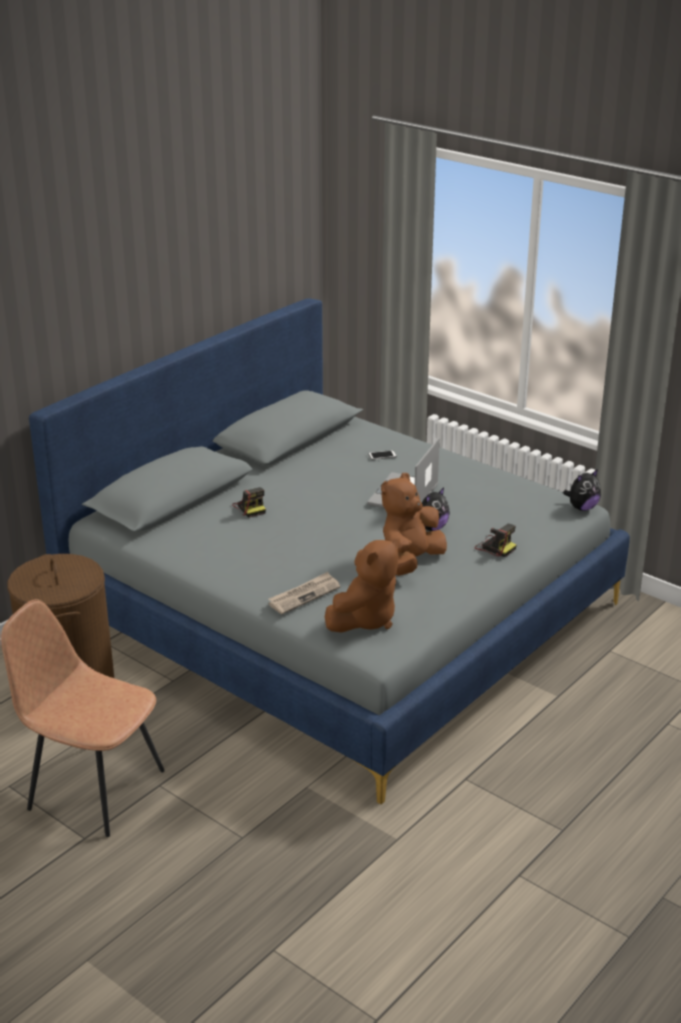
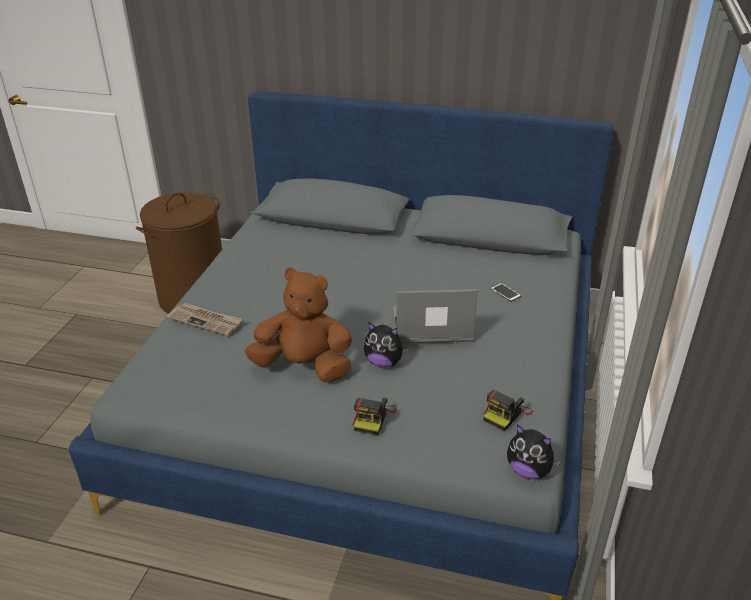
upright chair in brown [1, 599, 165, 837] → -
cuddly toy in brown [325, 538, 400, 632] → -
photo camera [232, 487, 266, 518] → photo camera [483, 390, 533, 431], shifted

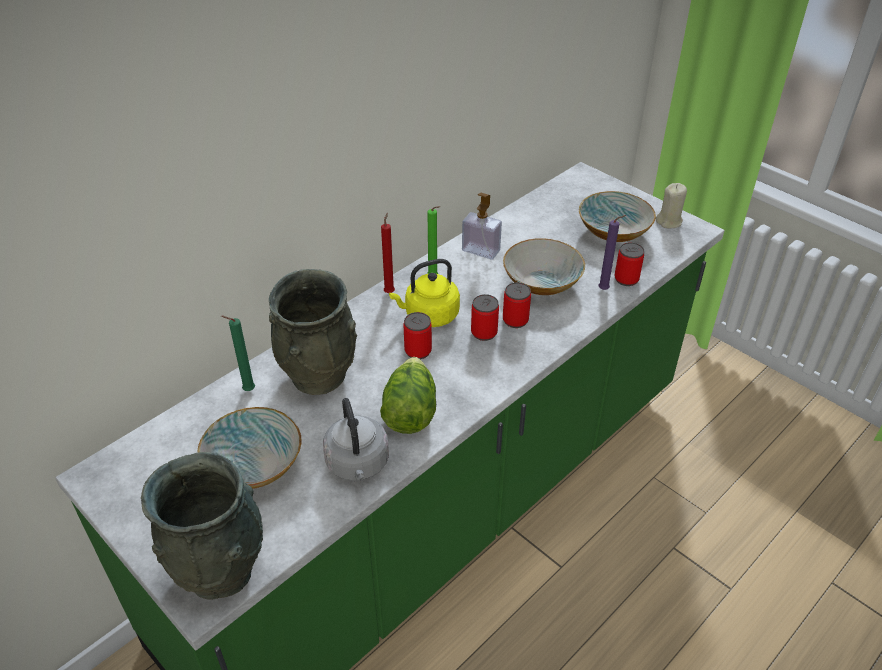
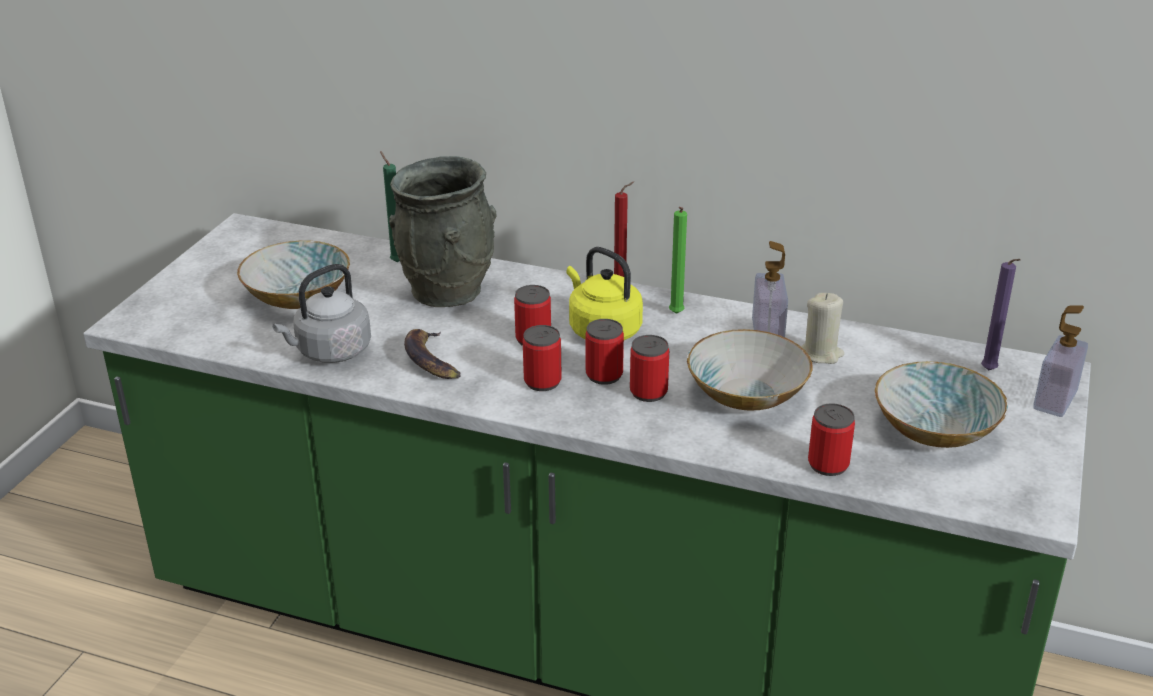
flower vase in grey [141, 452, 263, 600] → -
- → can [523, 325, 562, 391]
- → soap dispenser [1033, 305, 1088, 417]
wax candle in purple-coloured [598, 215, 626, 290] → wax candle in purple-coloured [981, 259, 1021, 370], shifted
wax candle in beige-coloured [656, 183, 687, 228] → wax candle in beige-coloured [801, 293, 844, 364], shifted
head of lettuce [380, 357, 436, 434] → banana [404, 329, 461, 379]

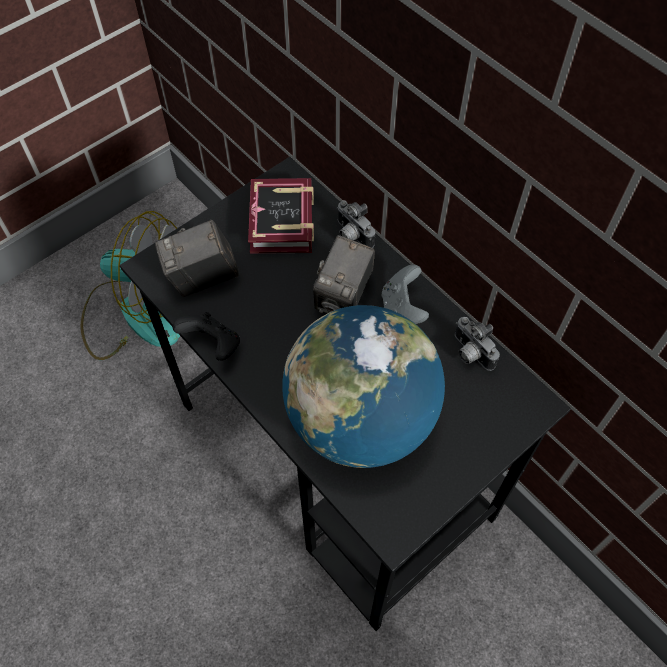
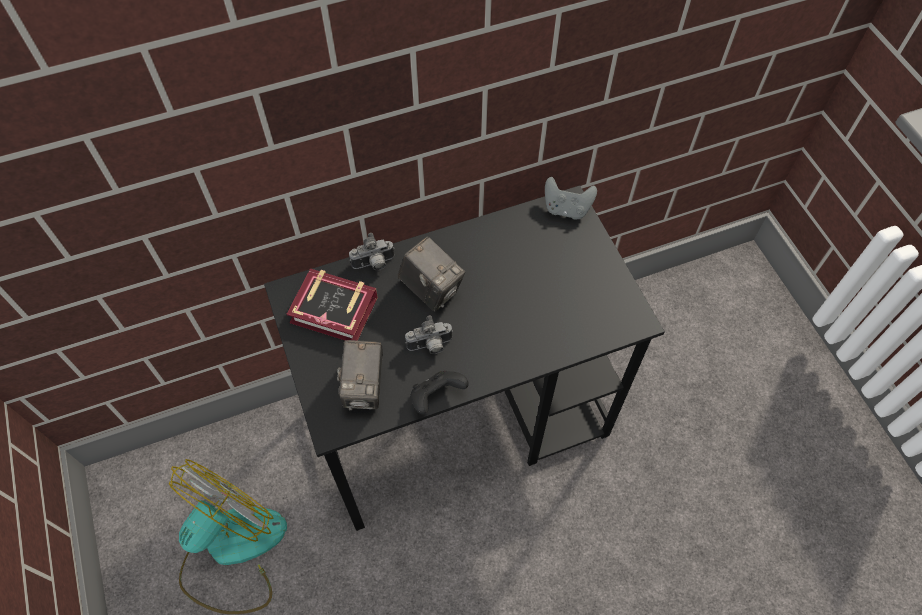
globe [282, 305, 445, 468] → -
joypad in grey [382, 265, 429, 324] → joypad in grey [545, 177, 597, 219], shifted
photo camera [455, 317, 500, 371] → photo camera [405, 315, 453, 354], shifted

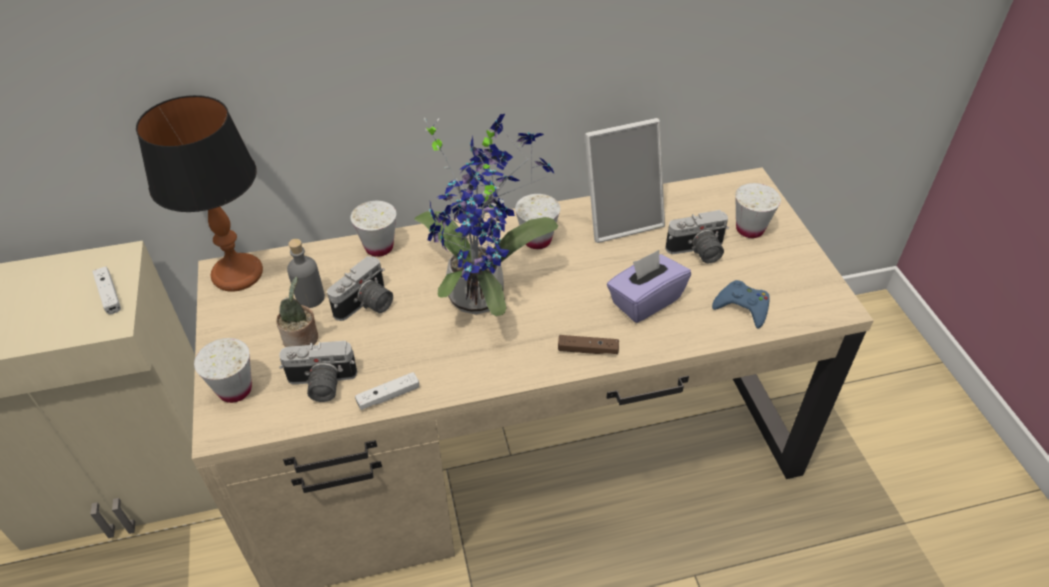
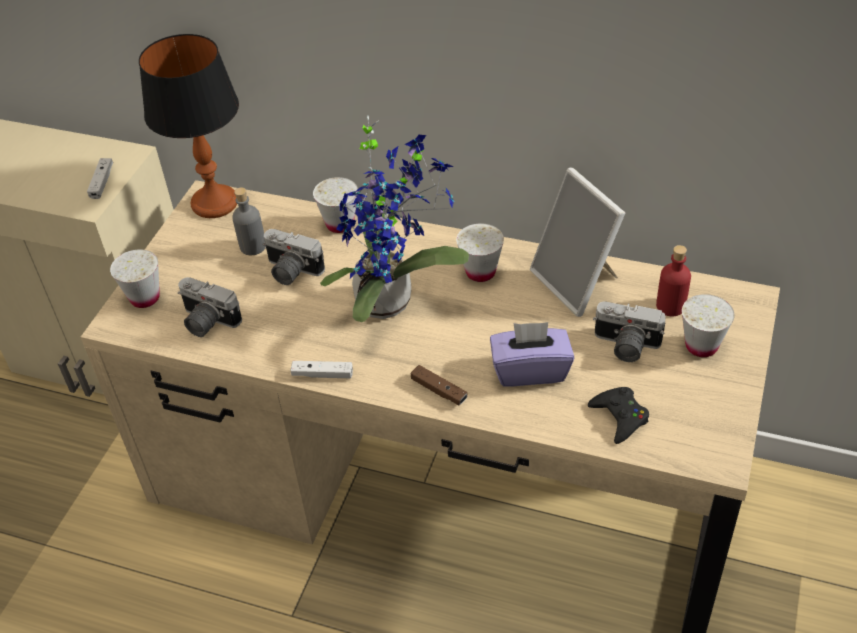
plant in a pot [276, 277, 318, 347] → -
- → bottle in reddish [656, 245, 691, 316]
joypad in white [355, 372, 419, 410] → joypad in white [290, 361, 353, 378], shifted
joypad in blue-coloured [712, 280, 770, 329] → joypad in black [588, 387, 649, 444]
photo camera [327, 256, 393, 321] → photo camera [262, 229, 325, 285], 45 degrees clockwise
standing frame [585, 118, 665, 243] → standing frame [530, 168, 625, 317], 45 degrees clockwise

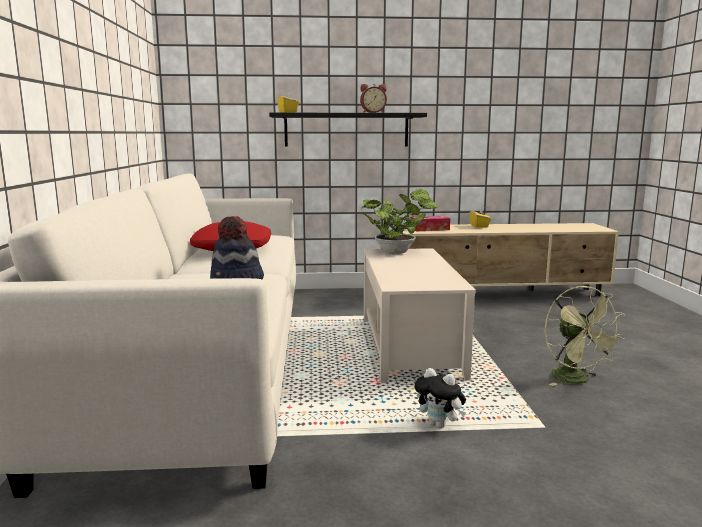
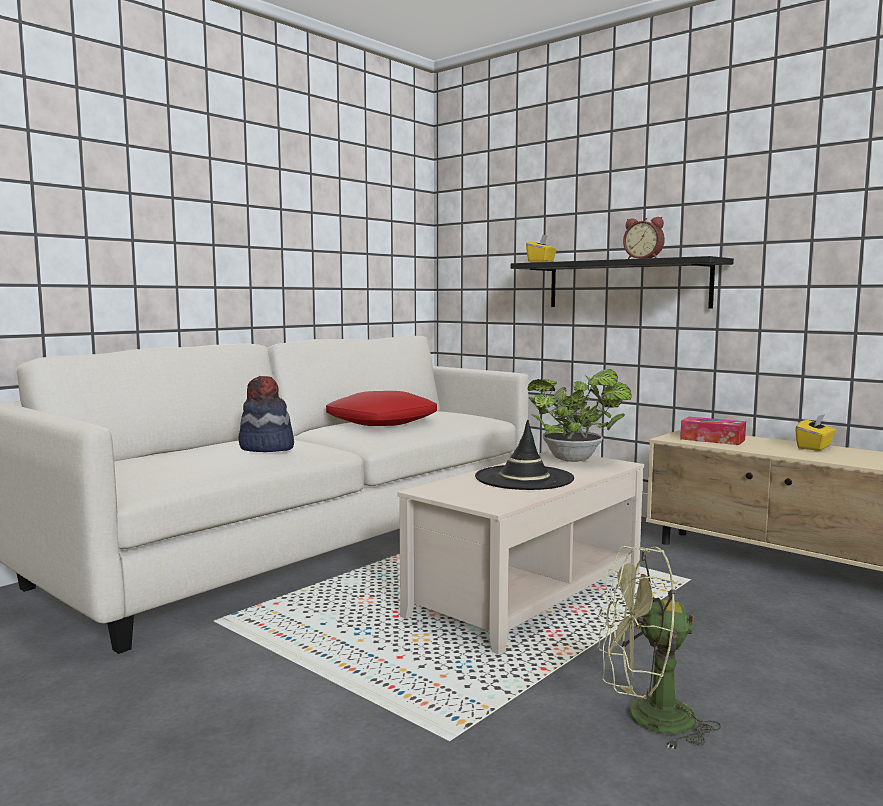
cuddly toy [414, 368, 466, 428] → -
- → clothing hat in black [475, 420, 574, 490]
cooling fan in greenish [545, 286, 626, 386] → cooling fan in greenish [597, 546, 721, 750], 60 degrees clockwise

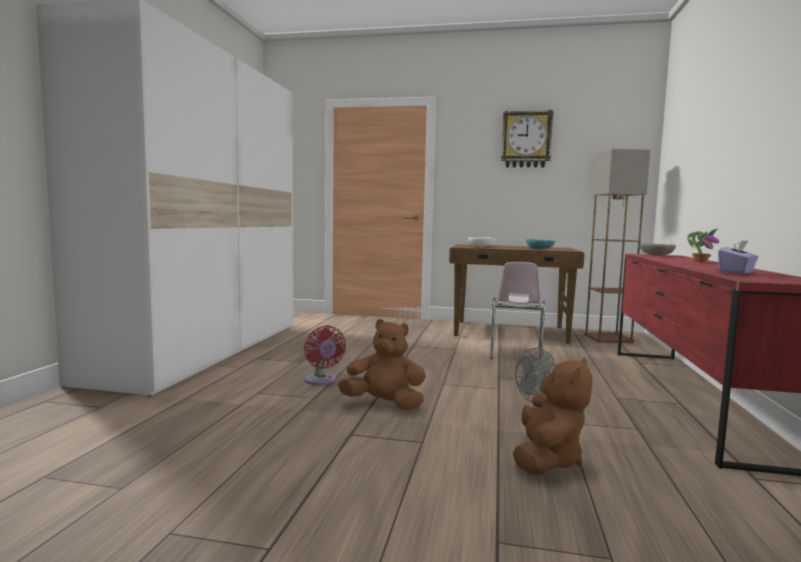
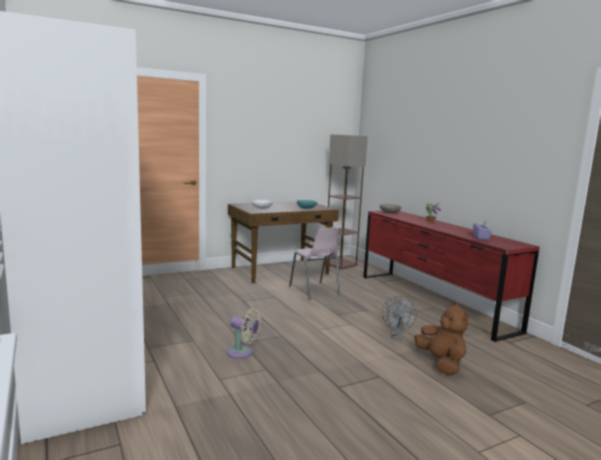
cuddly toy in brown [338, 319, 426, 411] → -
wall clock [501, 110, 554, 168] → -
cooling fan in reddish [304, 326, 346, 385] → cooling fan in beige-coloured [227, 308, 262, 359]

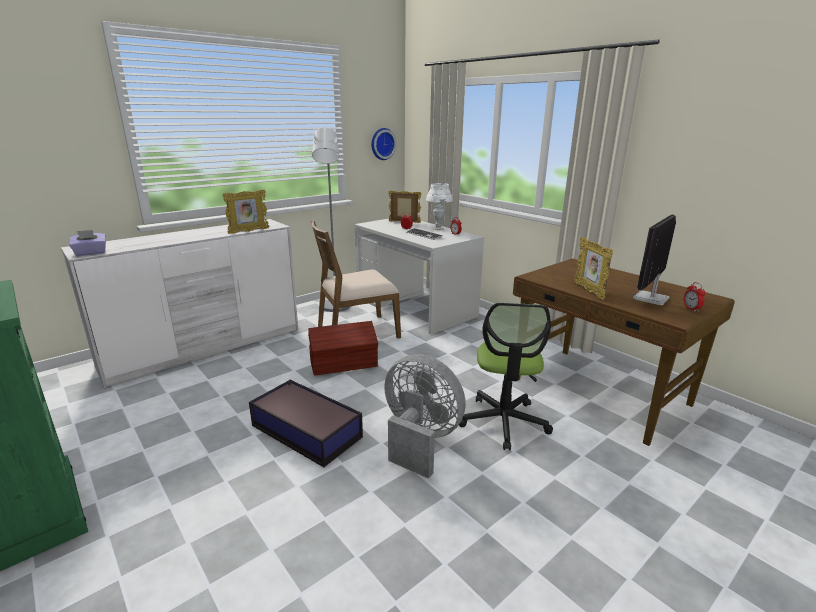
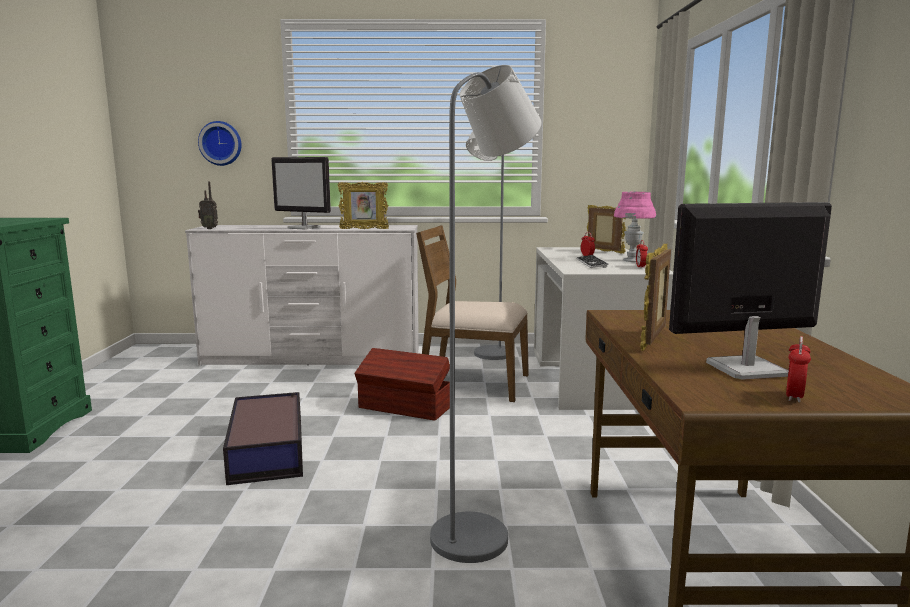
cooling fan in grey [384, 354, 466, 479] → -
- → monitor [271, 157, 331, 230]
wall clock [371, 128, 397, 160] → wall clock [198, 121, 242, 166], shifted
tissue holder in purple-coloured [69, 230, 106, 256] → radio receiver [198, 181, 218, 229]
computer chair [459, 303, 553, 450] → standard lamp in grey [430, 65, 542, 563]
lamp for a table in white [426, 183, 453, 230] → lamp for a table in pinkish [614, 192, 656, 262]

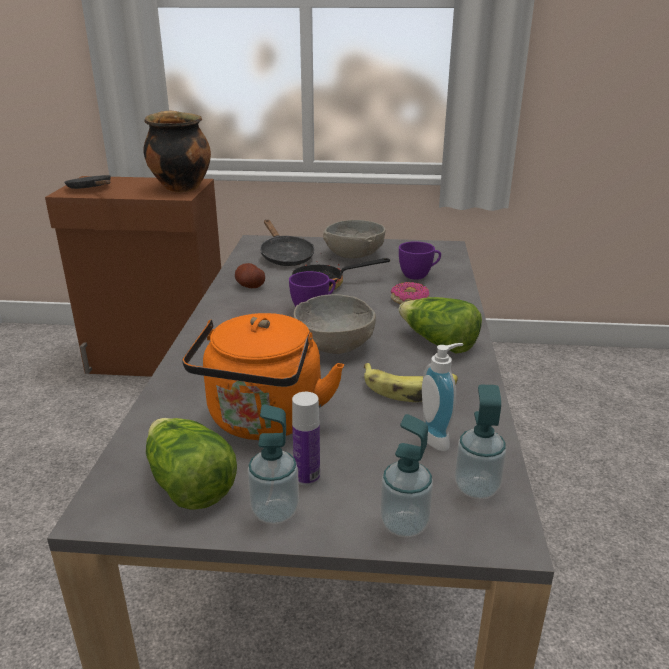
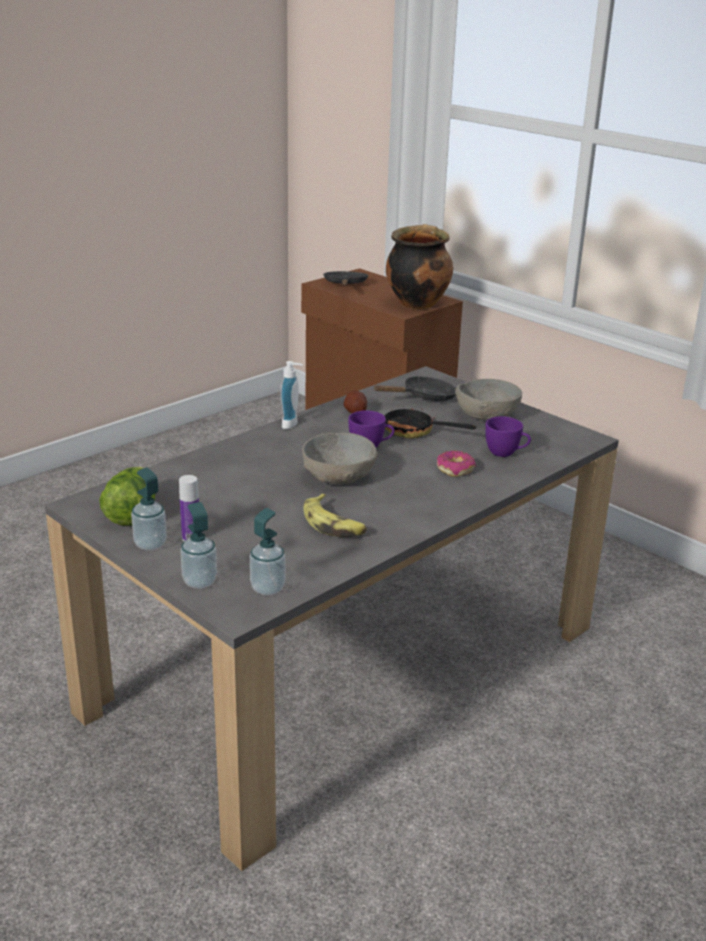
tea kettle in orangey [182, 313, 345, 440] → -
head of lettuce [399, 297, 482, 354] → -
soap dispenser [422, 343, 463, 451] → soap dispenser [280, 361, 303, 429], shifted
frying pan in black [260, 220, 315, 266] → frying pan in black [373, 376, 456, 401], 135 degrees counterclockwise

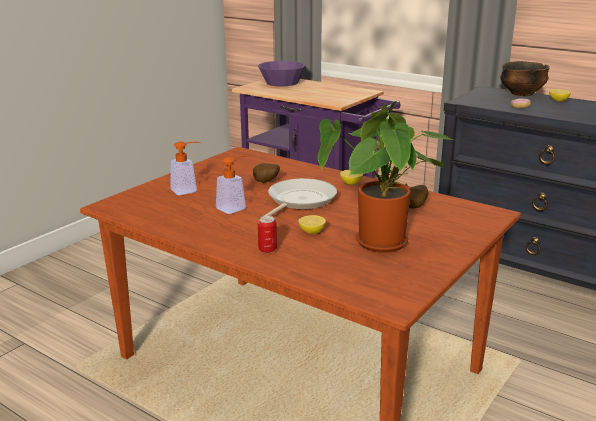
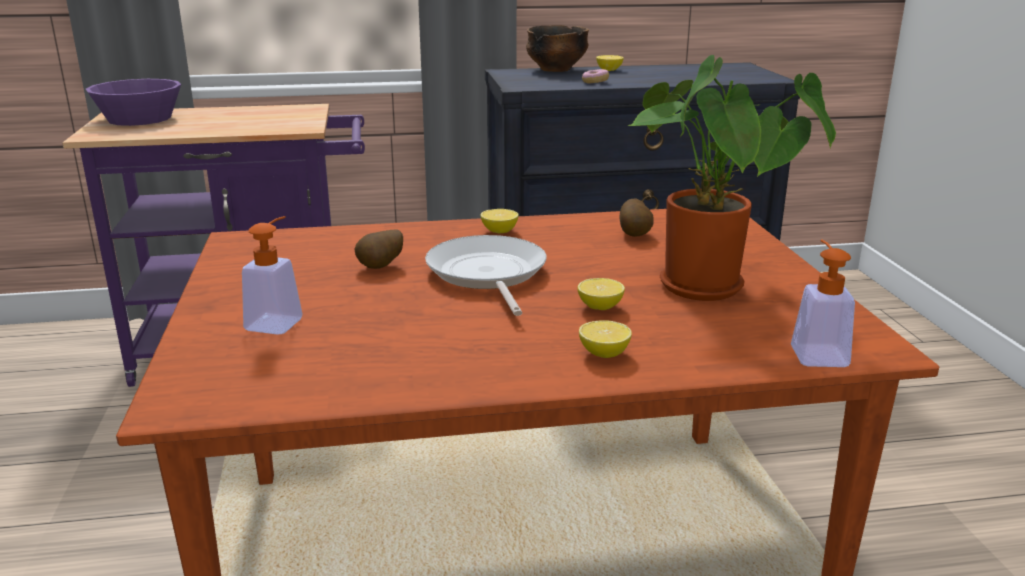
soap dispenser [216, 155, 247, 214] → soap dispenser [791, 239, 855, 367], shifted
can [258, 216, 277, 253] → citrus fruit [579, 320, 632, 358]

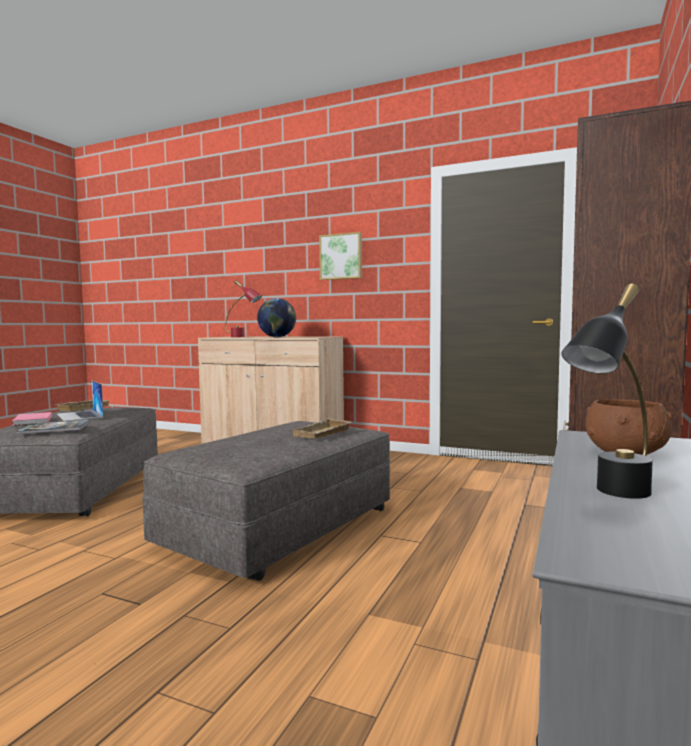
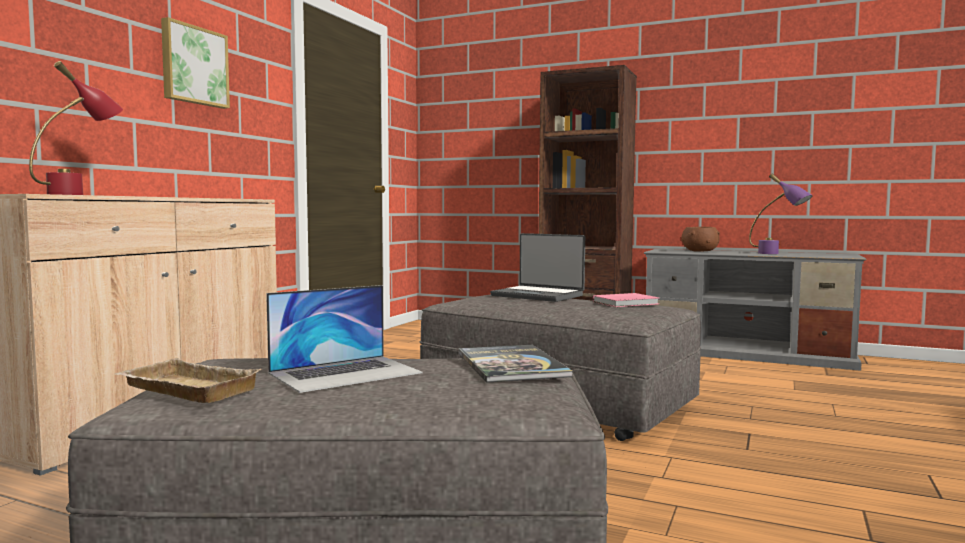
globe [257, 298, 296, 337] → -
bound book in pinkish [12, 412, 52, 426] → bound book in pinkish [593, 293, 659, 307], shifted
tray in beige-coloured [293, 418, 352, 439] → portable computer [490, 233, 585, 302]
lamp for a table in black [561, 284, 653, 499] → lamp for a table in purple-coloured [749, 173, 813, 254]

